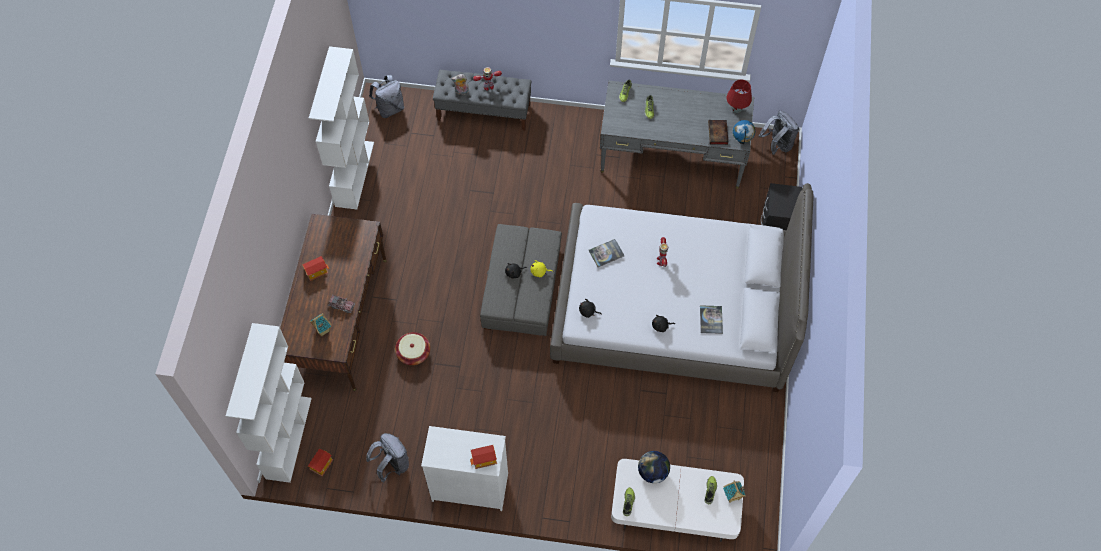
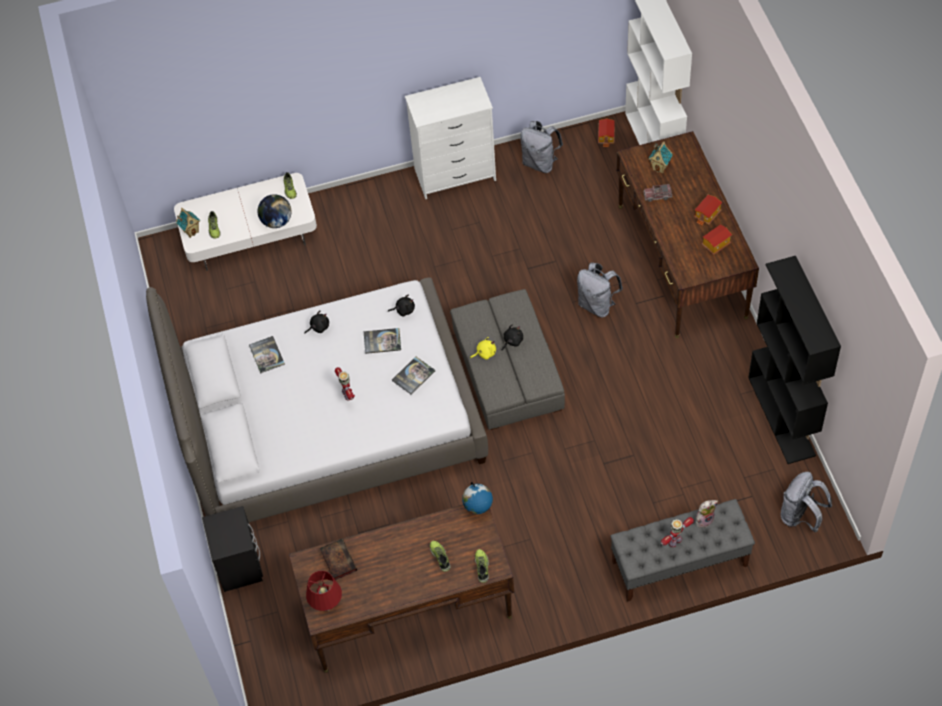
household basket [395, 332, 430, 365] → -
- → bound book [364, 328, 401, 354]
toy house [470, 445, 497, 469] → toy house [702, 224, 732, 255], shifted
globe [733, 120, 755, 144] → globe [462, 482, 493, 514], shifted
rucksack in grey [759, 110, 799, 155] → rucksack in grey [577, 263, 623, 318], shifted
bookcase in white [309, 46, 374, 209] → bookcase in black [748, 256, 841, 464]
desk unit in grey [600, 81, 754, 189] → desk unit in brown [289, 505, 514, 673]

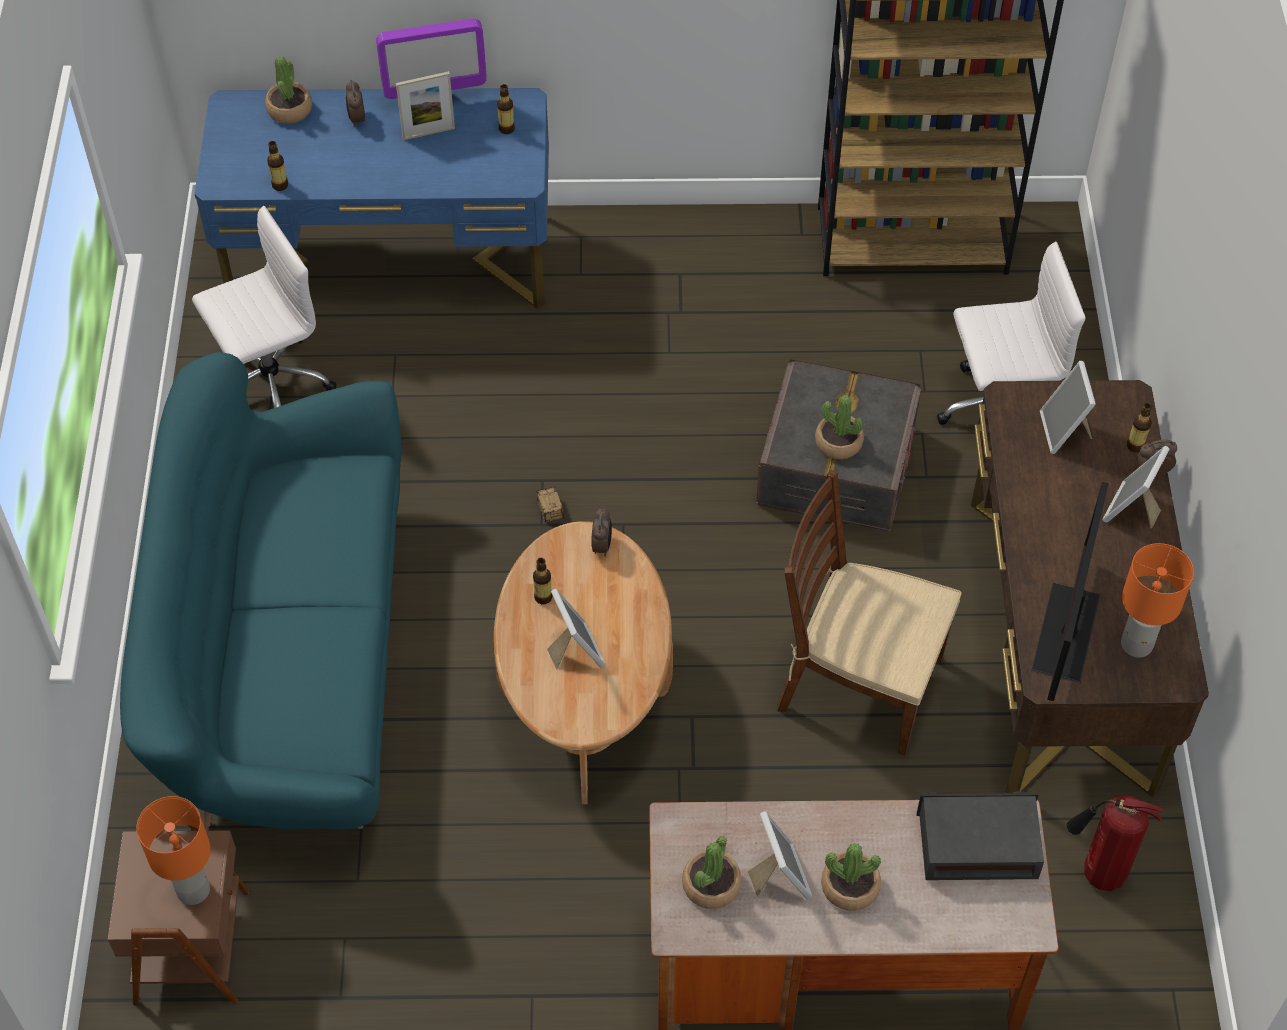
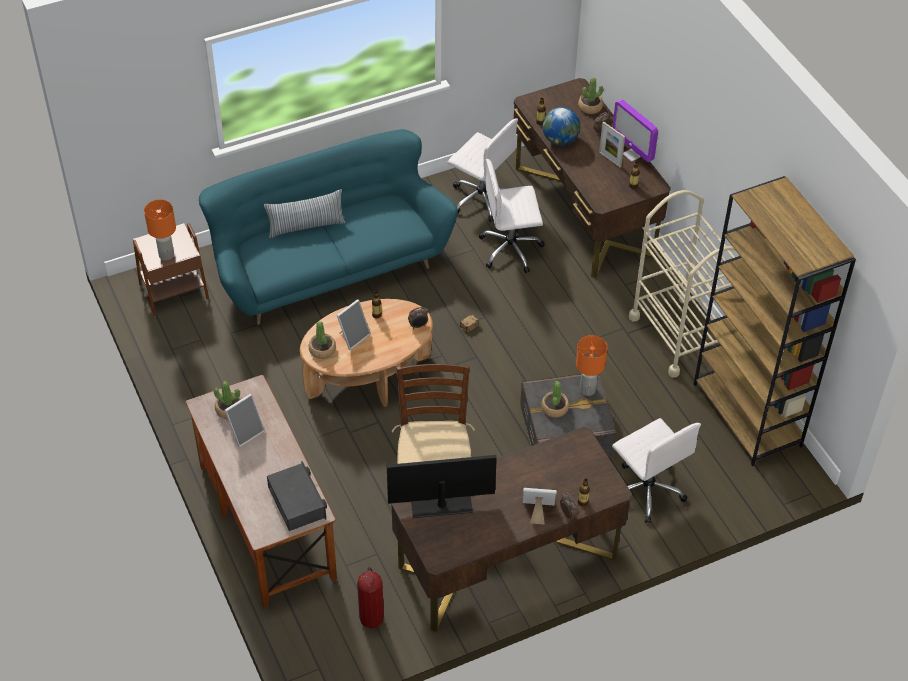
standing frame [1040, 361, 1096, 454] → -
- → cushion [264, 189, 345, 238]
- → computer chair in white [479, 159, 545, 273]
- → globe [542, 107, 581, 145]
- → wheeled cart in beige-coloured [629, 190, 737, 378]
plant in a pot [821, 843, 881, 911] → plant in a pot [308, 321, 336, 359], shifted
lamp for a table in orangey [1121, 543, 1194, 658] → lamp for a table in orangey [576, 335, 608, 396], shifted
desk unit in blue-coloured [194, 88, 549, 309] → desk unit in brown [514, 78, 671, 278]

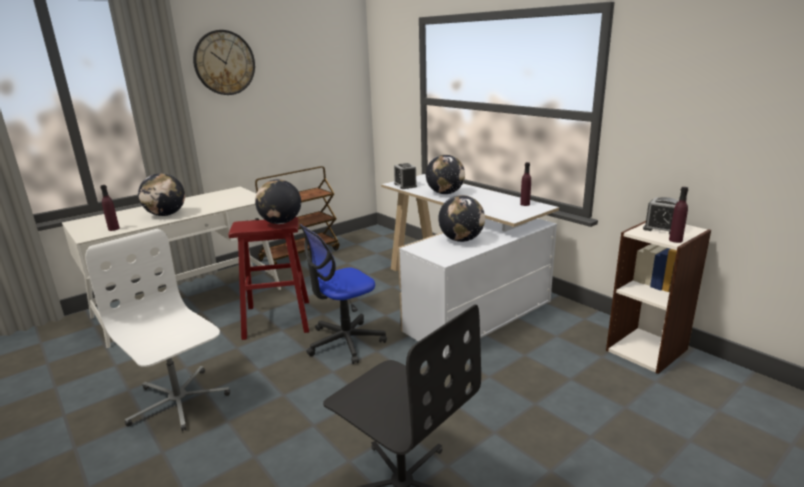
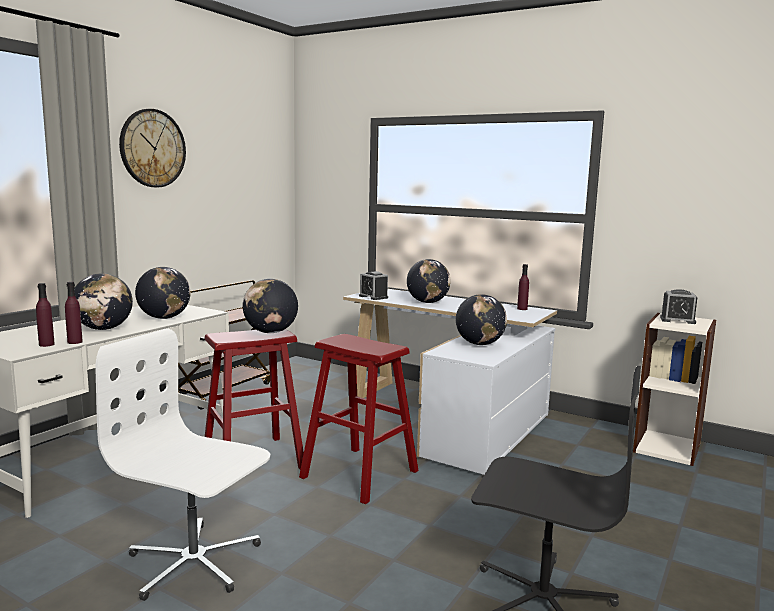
- → globe [135, 267, 190, 319]
bottle in purple-coloured [669, 187, 688, 243] → bottle in purple-coloured [65, 282, 83, 344], shifted
computer chair [299, 224, 387, 364] → stool seat in reddish [299, 334, 419, 504]

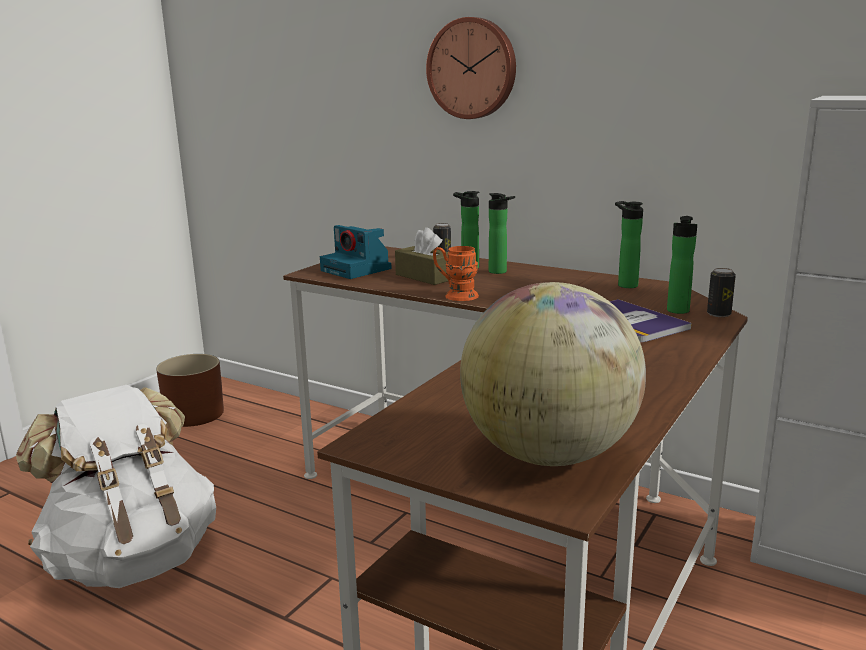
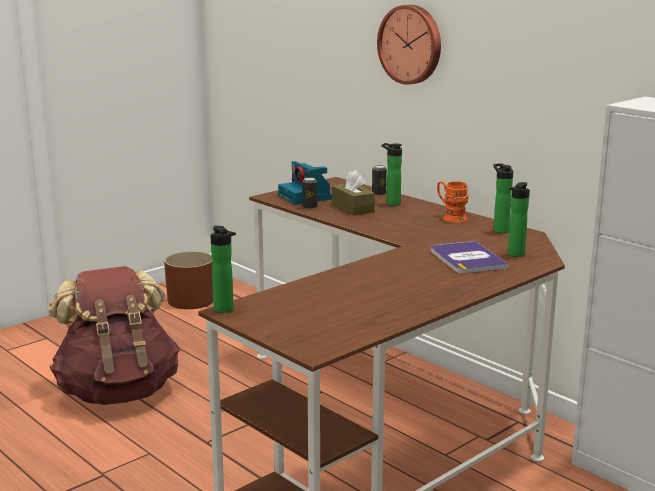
globe [460, 282, 646, 466] → -
tea mug in orangey [433, 246, 479, 301] → tea mug in orangey [437, 181, 469, 223], shifted
bottle [489, 193, 515, 274] → bottle [211, 226, 236, 313], shifted
can [707, 268, 736, 317] → can [302, 177, 317, 209], shifted
rucksack in white [16, 385, 216, 588] → rucksack in brown [49, 266, 180, 405]

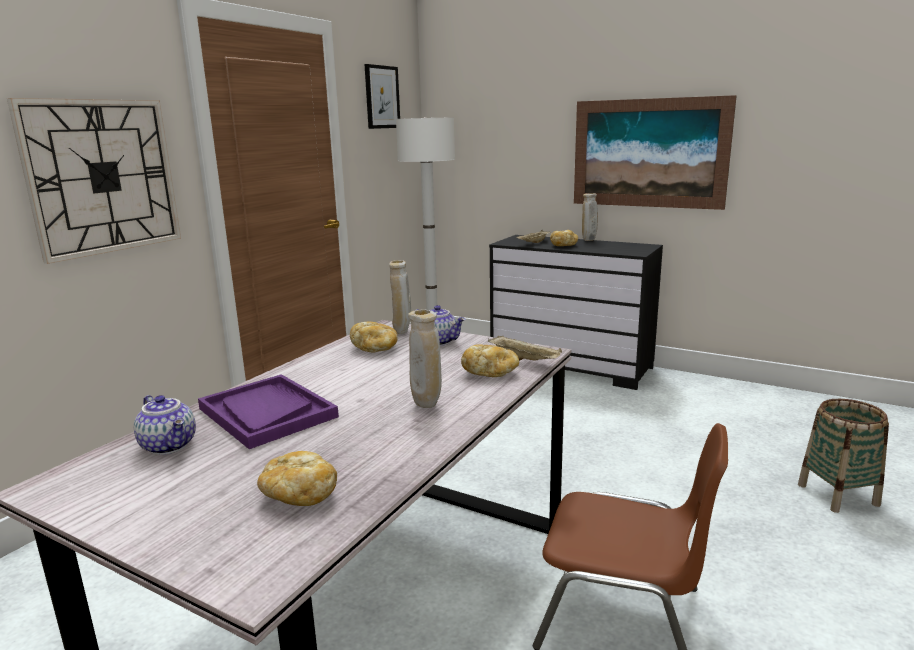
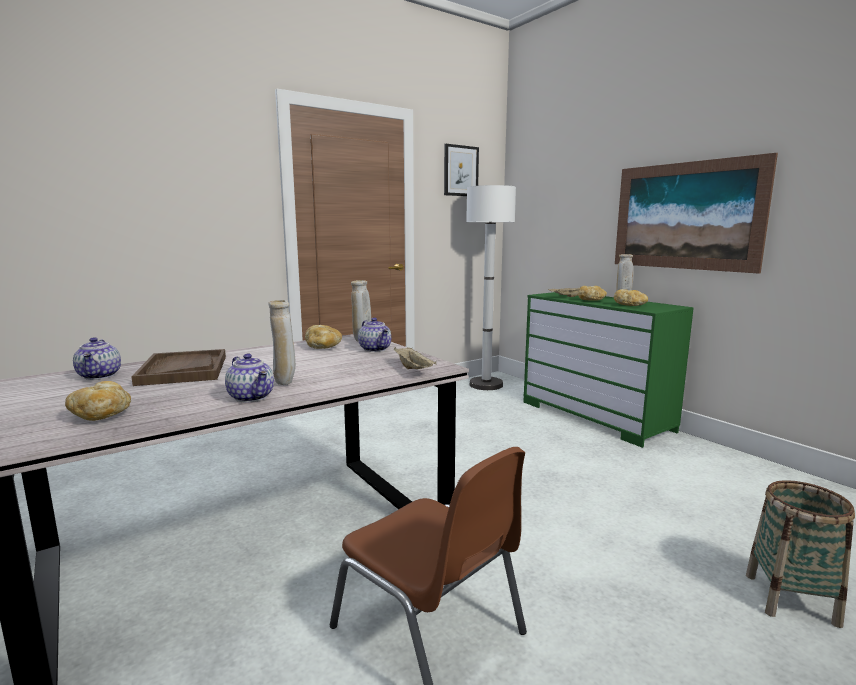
wall clock [7, 98, 181, 264] → -
- → tea pot [225, 353, 274, 402]
bakery bread [461, 344, 519, 377] → bakery bread [614, 289, 648, 306], shifted
tray in purple-coloured [198, 374, 339, 449] → tray in brown [131, 349, 226, 386]
dresser in black [489, 235, 663, 390] → dresser in greenish [523, 292, 694, 448]

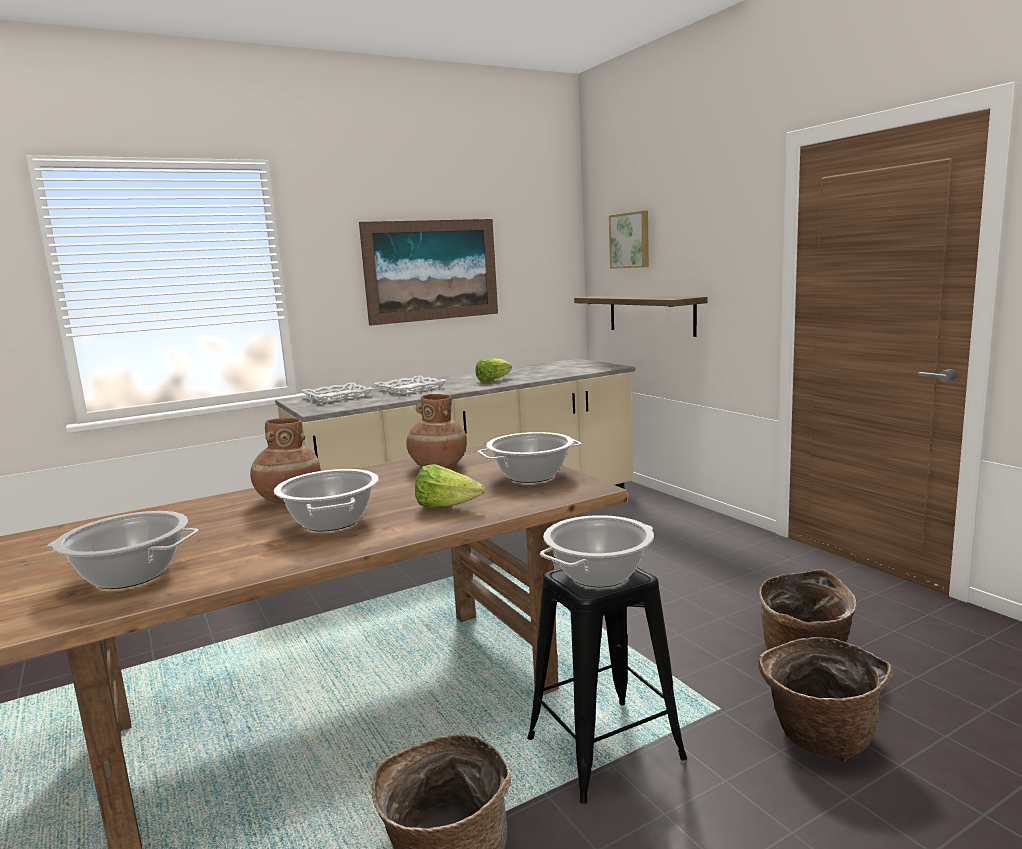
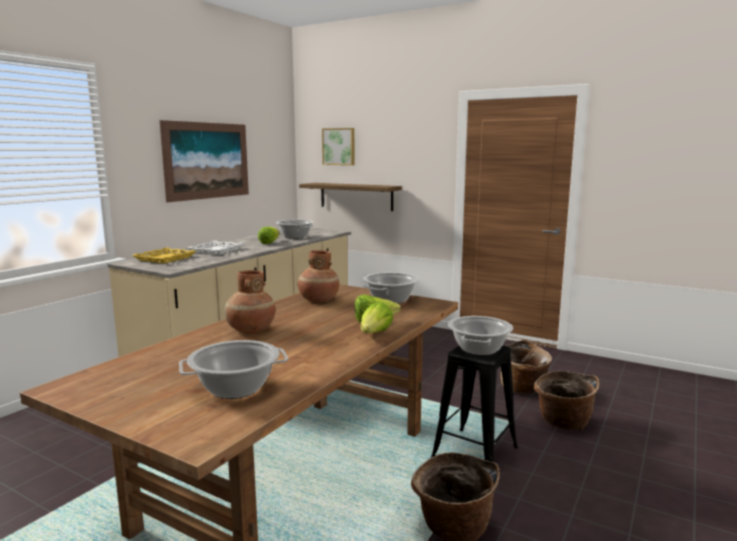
- → head of lettuce [361, 302, 393, 333]
stockpot [274, 469, 379, 532] → stockpot [276, 220, 314, 239], shifted
tray in white [302, 382, 374, 403] → tray in yellow-coloured [132, 247, 196, 264]

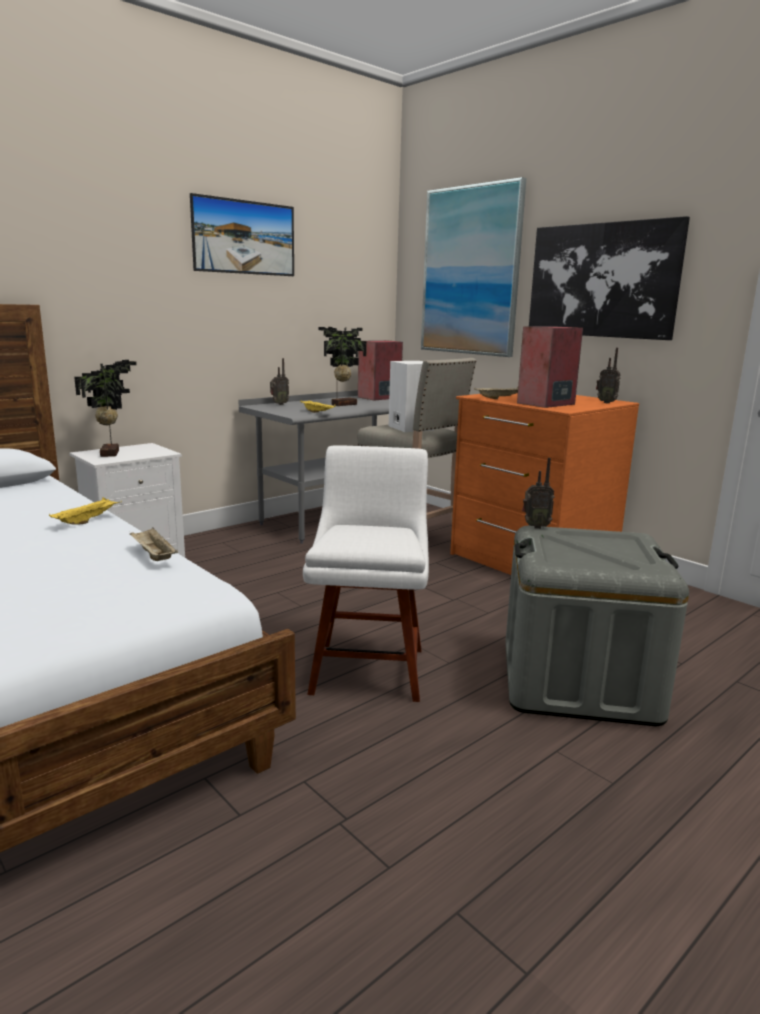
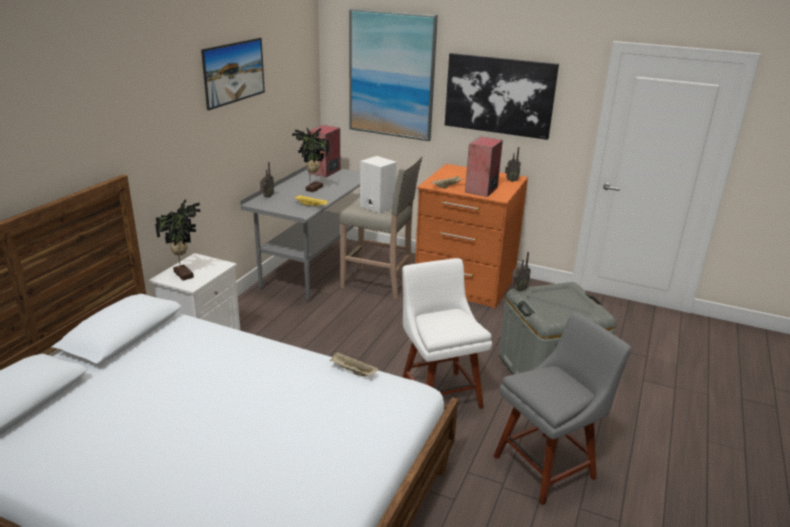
tray in yellow-coloured [49, 497, 122, 525] → -
- → upright chair in grey [494, 312, 631, 505]

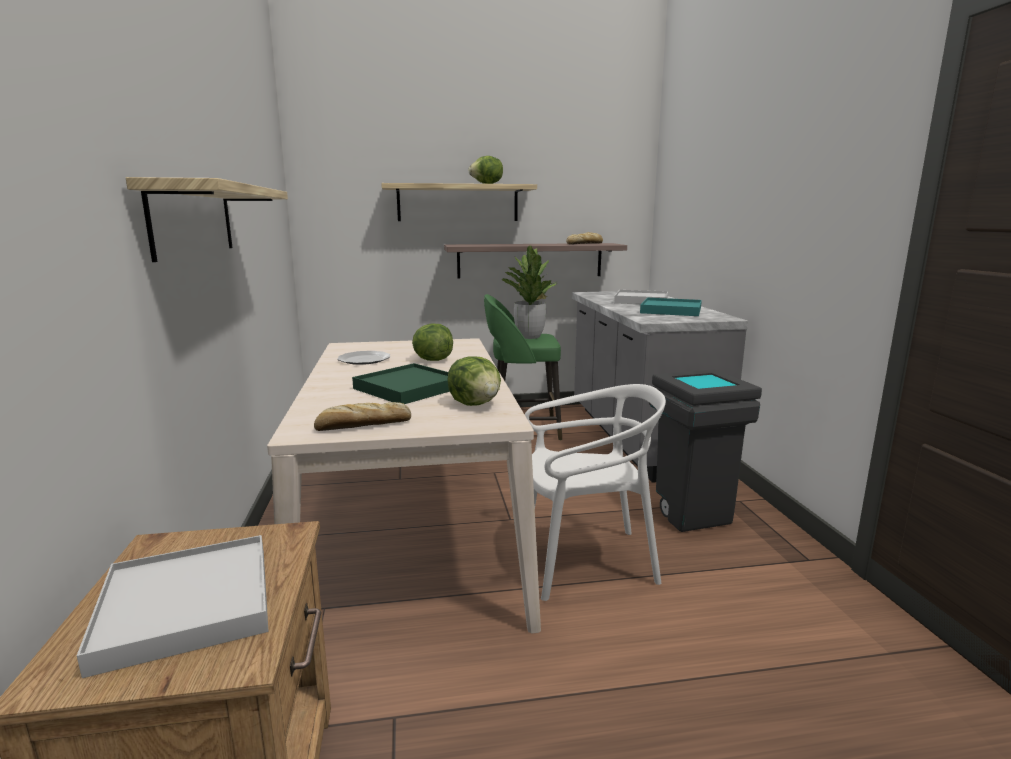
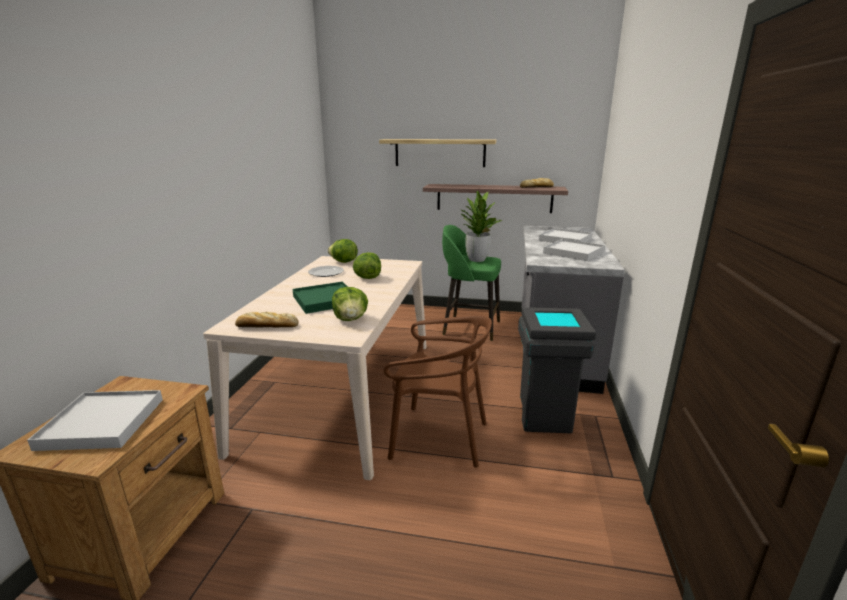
wall shelf [126, 177, 288, 262] → -
head of lettuce [468, 156, 503, 184] → head of lettuce [328, 239, 358, 263], shifted
upright chair in white [525, 384, 666, 601] → upright chair in brown [384, 316, 492, 468]
tray in turquoise-coloured [640, 298, 702, 316] → tray in white [543, 239, 605, 261]

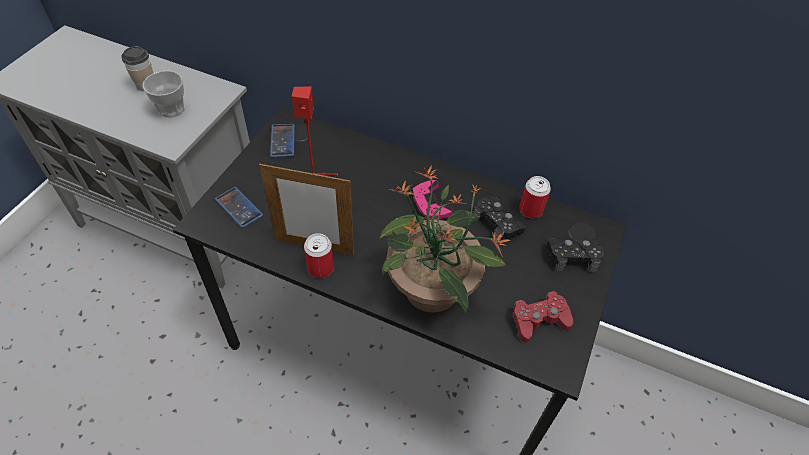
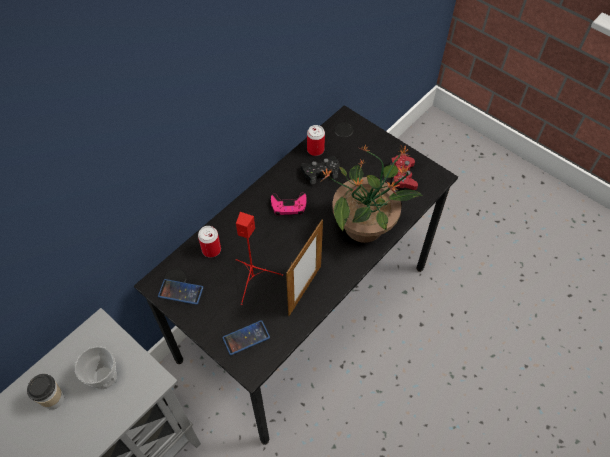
joypad in black [546, 238, 604, 272] → -
can [304, 233, 334, 278] → can [198, 226, 221, 258], shifted

